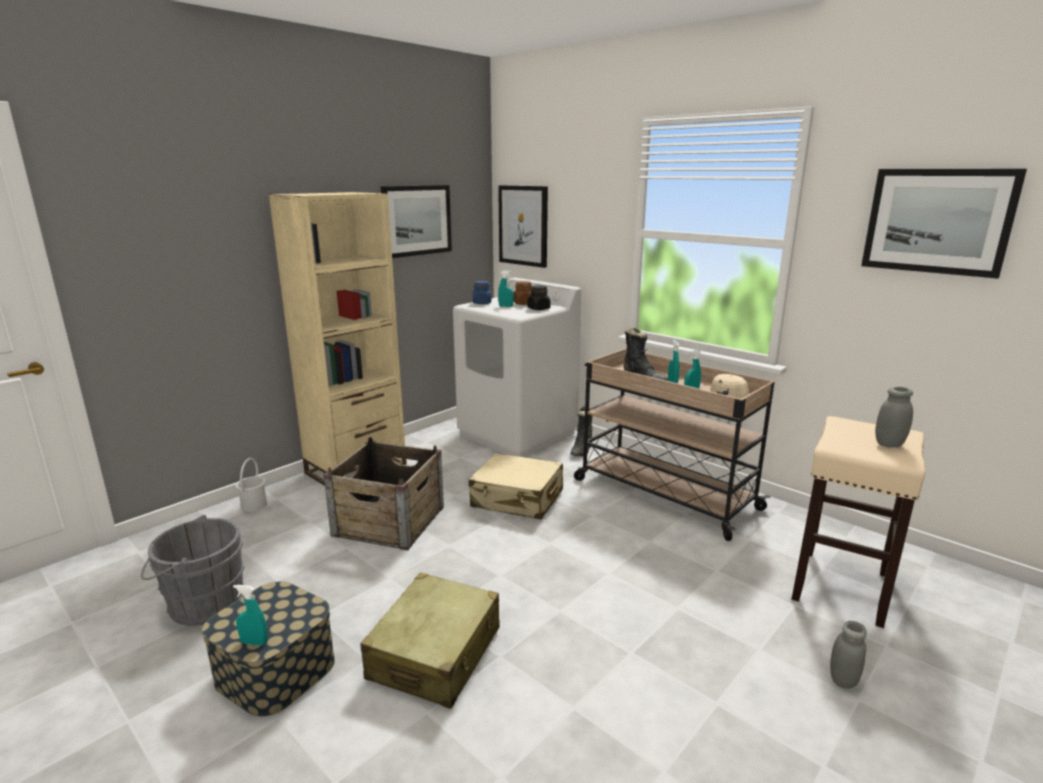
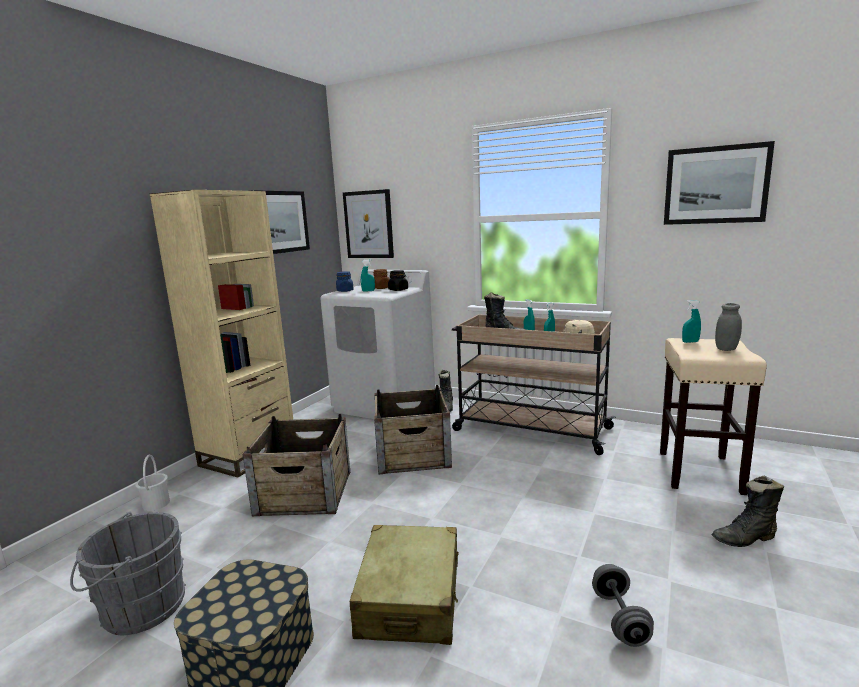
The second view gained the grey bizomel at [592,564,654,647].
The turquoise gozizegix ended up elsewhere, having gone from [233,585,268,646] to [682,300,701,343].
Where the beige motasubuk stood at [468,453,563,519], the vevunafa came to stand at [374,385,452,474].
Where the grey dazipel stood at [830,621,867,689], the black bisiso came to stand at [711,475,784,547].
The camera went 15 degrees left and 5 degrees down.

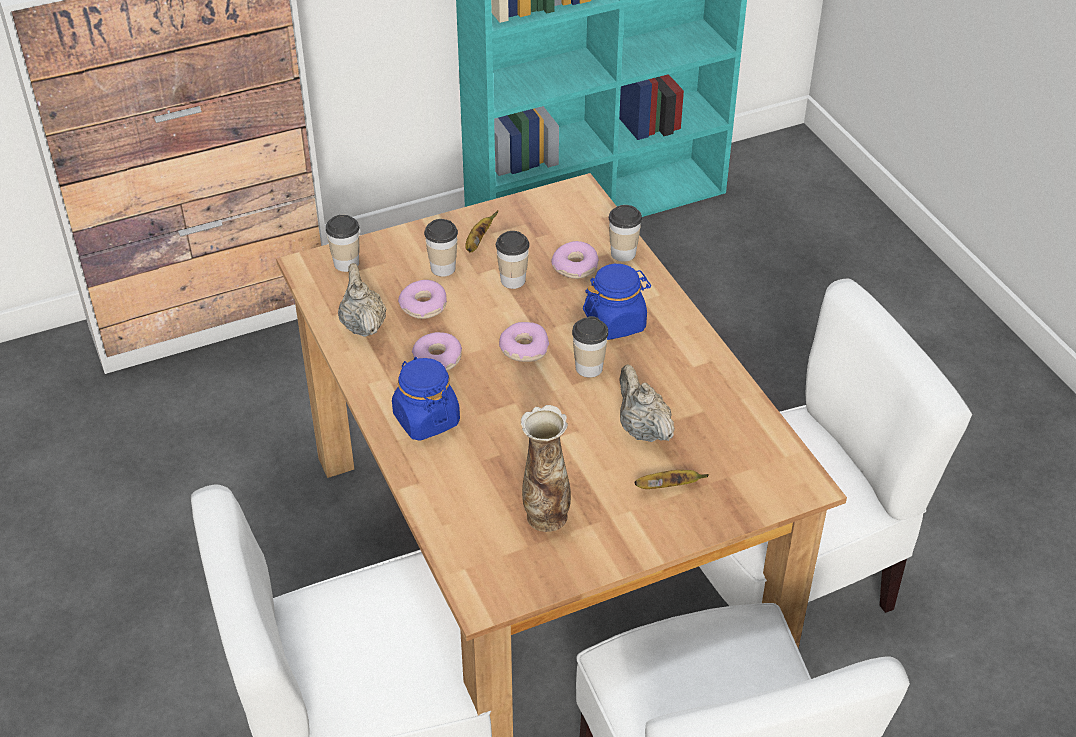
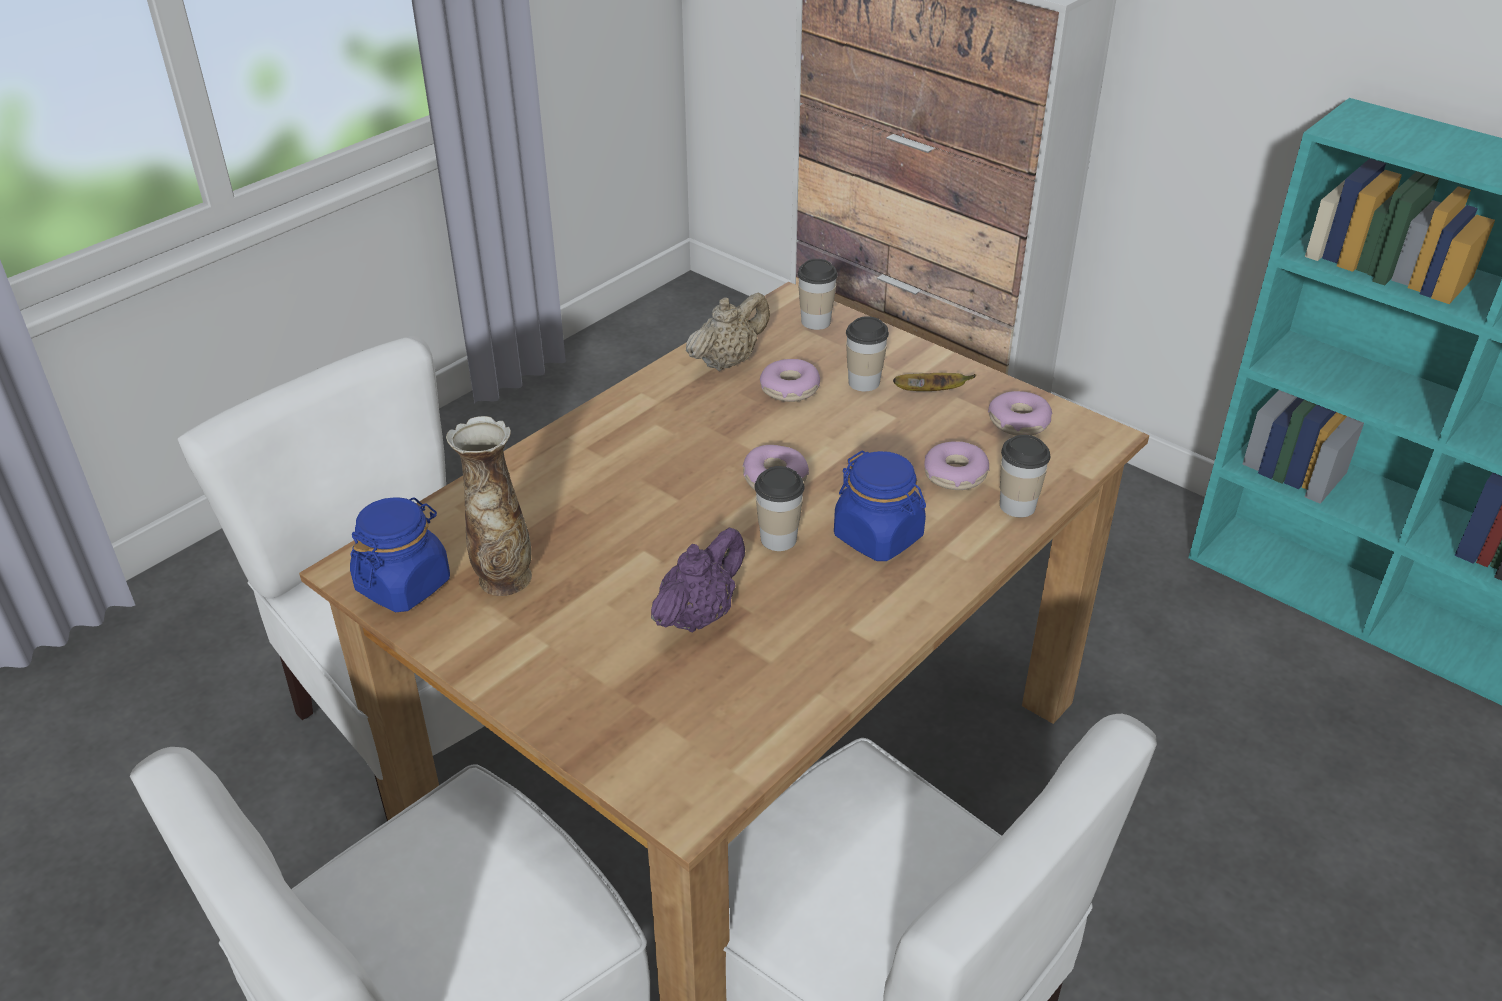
The second view lost the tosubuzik at [496,231,530,289].
The second view lost the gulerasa at [634,470,709,489].
The blue dazipel ended up elsewhere, having gone from [392,357,460,441] to [350,497,450,612].
The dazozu ended up elsewhere, having gone from [412,332,462,371] to [988,391,1052,436].
What was the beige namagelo at [620,365,675,442] turned into the purple namagelo at [651,527,745,632].
The camera went 65 degrees right and 5 degrees down.

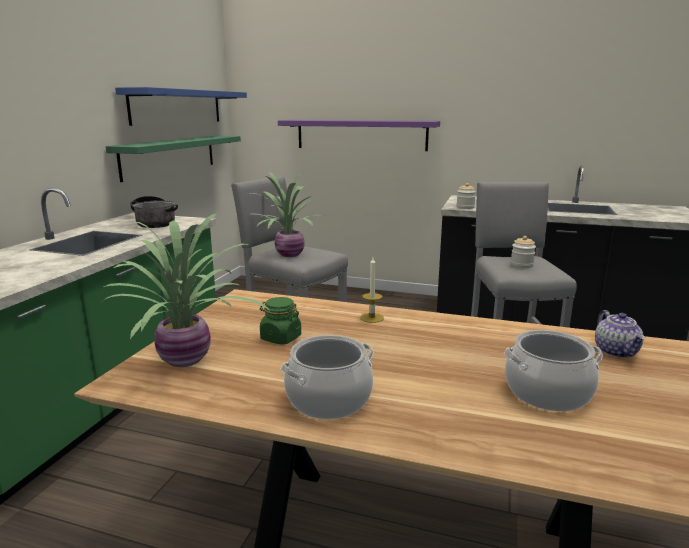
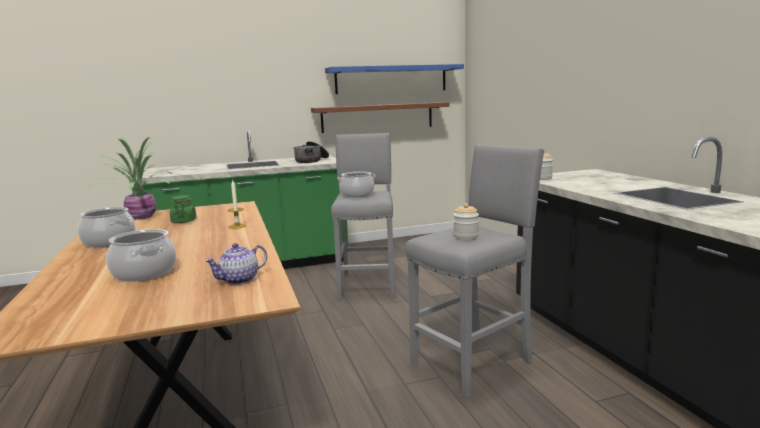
The second view lost the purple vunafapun at [278,120,440,151].
Where the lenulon stood at [249,172,327,257], the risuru came to stand at [337,172,376,197].
What was the green vunafapun at [106,136,241,182] turned into the brown vunafapun at [311,102,449,133].
The camera went 55 degrees right and 5 degrees down.

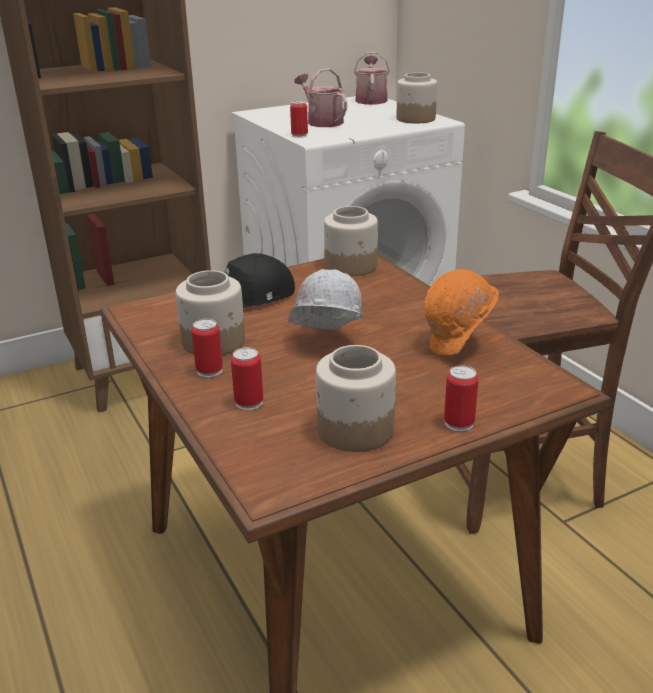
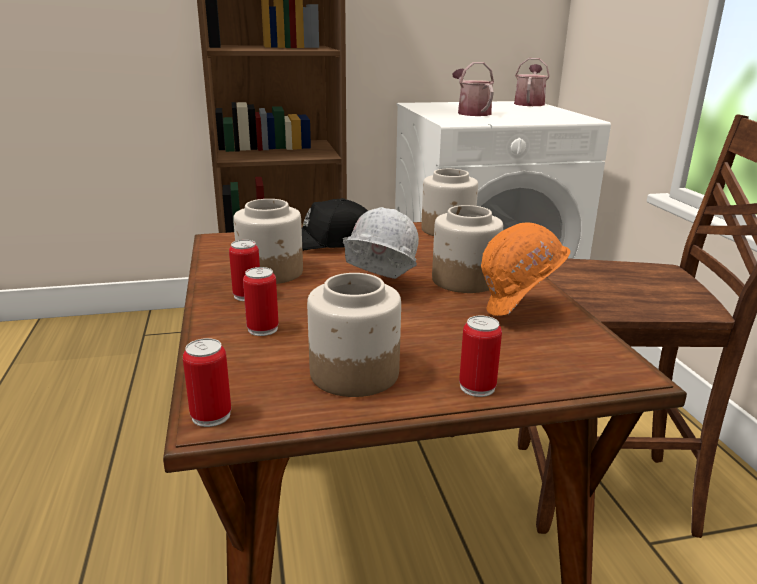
The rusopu ended up elsewhere, having gone from [290,101,308,138] to [183,338,231,427].
The dazipel ended up elsewhere, having gone from [396,73,437,123] to [432,205,503,293].
The camera went 15 degrees right and 5 degrees down.

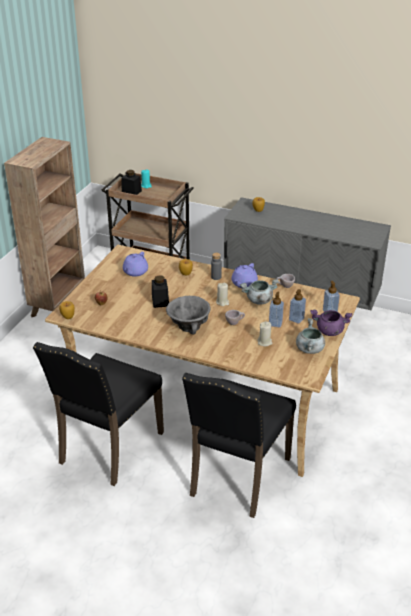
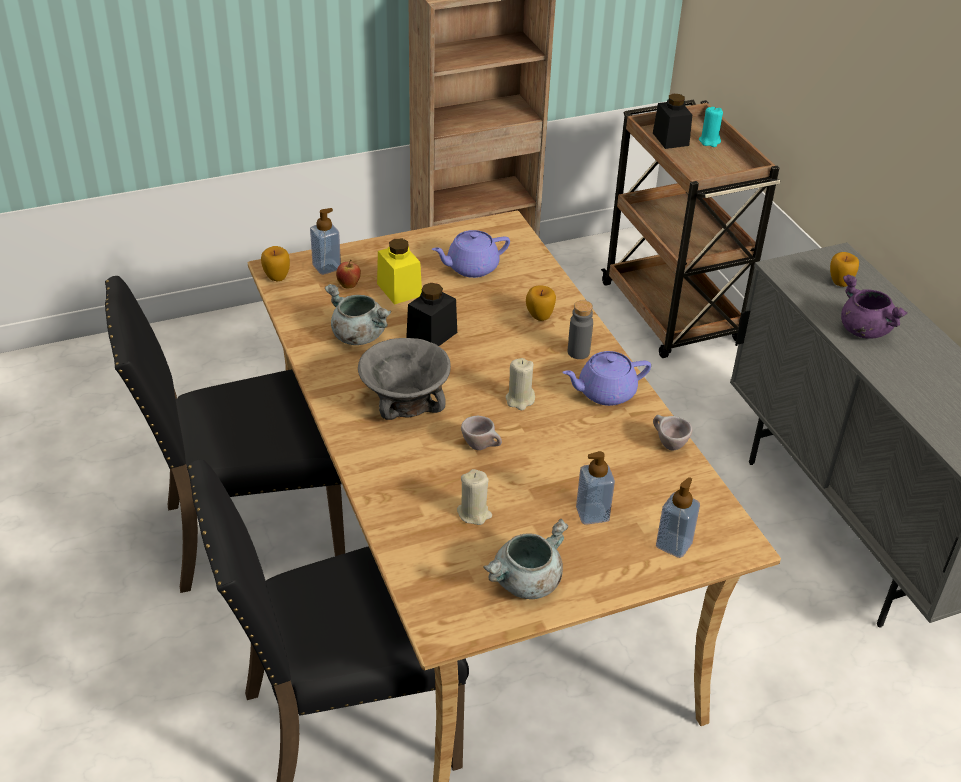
The second view gained the yellow dazipel at [377,239,422,305].
The grey risuru ended up elsewhere, having gone from [240,279,279,305] to [325,284,391,345].
The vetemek ended up elsewhere, having gone from [269,292,284,327] to [310,208,341,275].
The purple risuru ended up elsewhere, having gone from [310,310,352,336] to [841,275,908,339].
The camera went 45 degrees right and 5 degrees up.

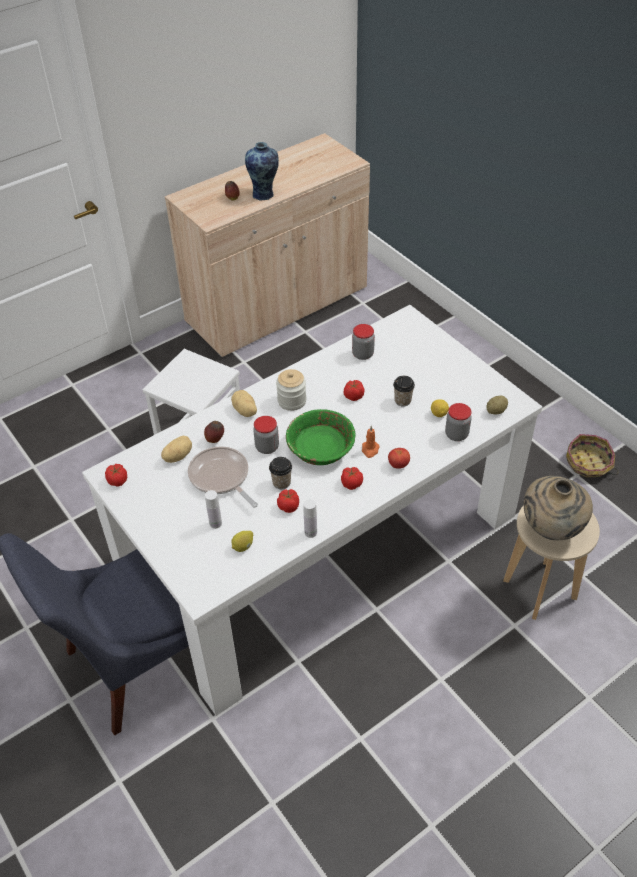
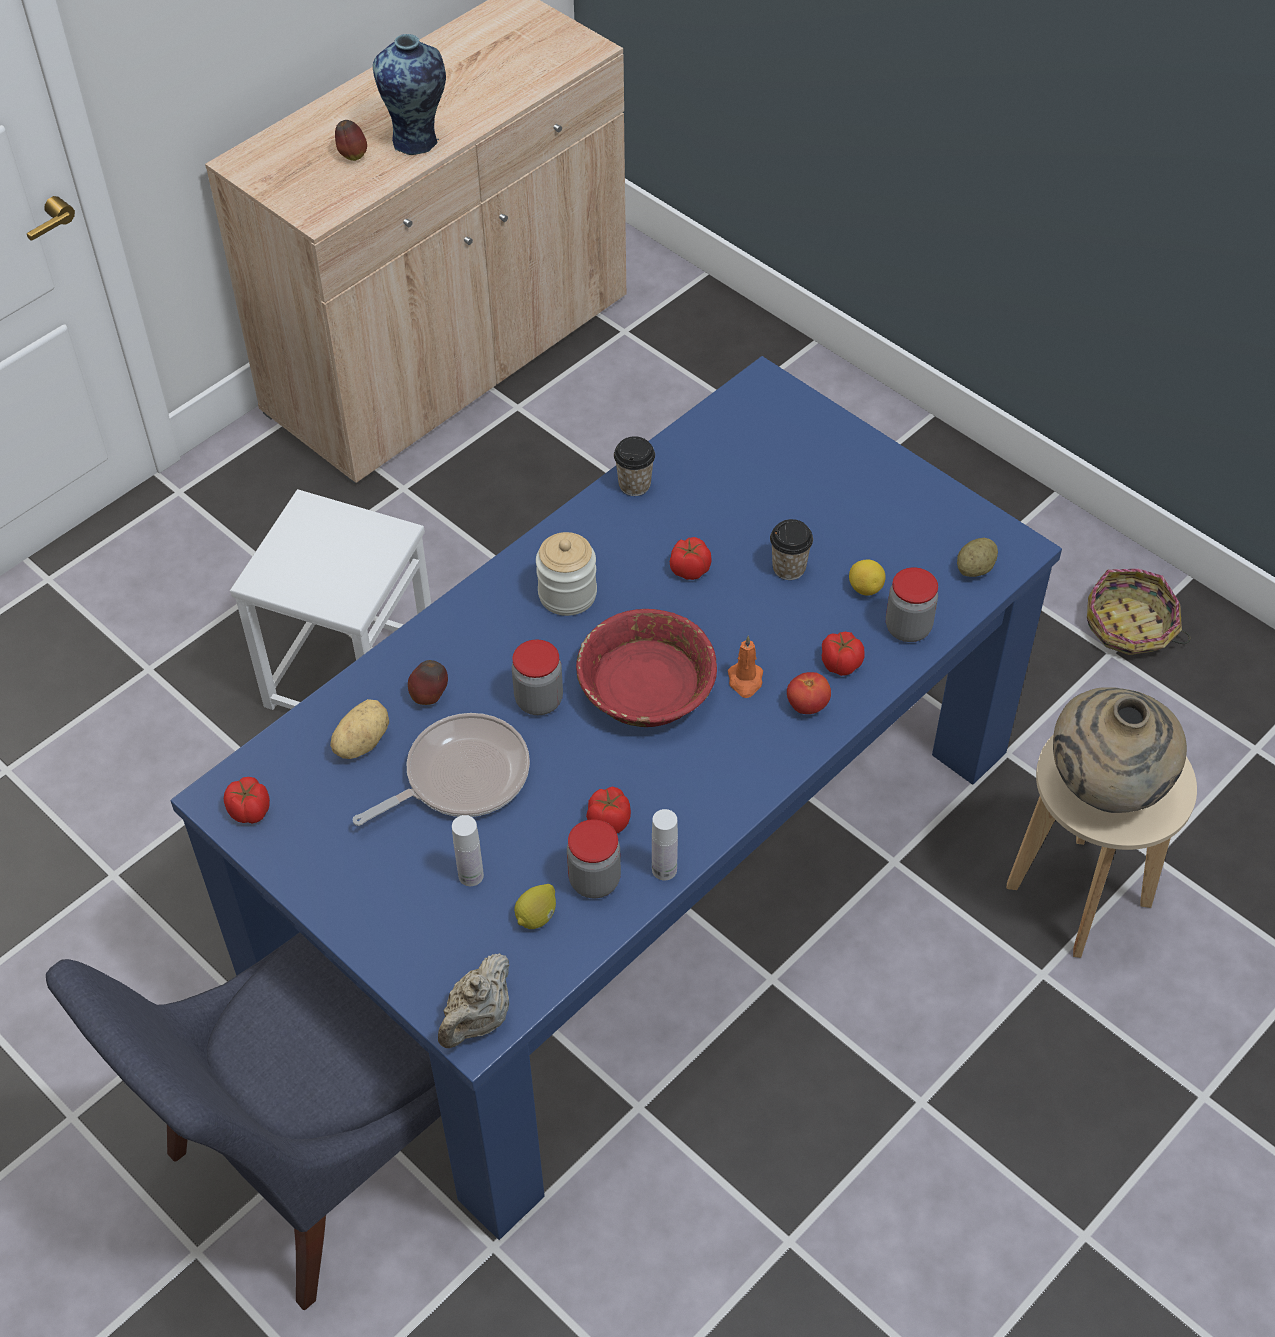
The second view lost the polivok at [231,390,257,417].
The second view gained the beige namagelo at [438,953,509,1048].
The tosubuzik ended up elsewhere, having gone from [269,457,292,489] to [614,436,655,496].
The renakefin ended up elsewhere, having gone from [341,467,363,490] to [822,632,865,676].
The dazipel ended up elsewhere, having gone from [352,324,375,360] to [567,819,621,898].
What was the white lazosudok at [82,305,542,716] turned into the blue lazosudok at [170,356,1062,1240].
What was the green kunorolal at [286,409,356,465] turned into the red kunorolal at [576,609,717,727].
The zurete at [188,446,258,508] ended up facing another way, 105 degrees clockwise from before.
The camera went 10 degrees left and 5 degrees up.

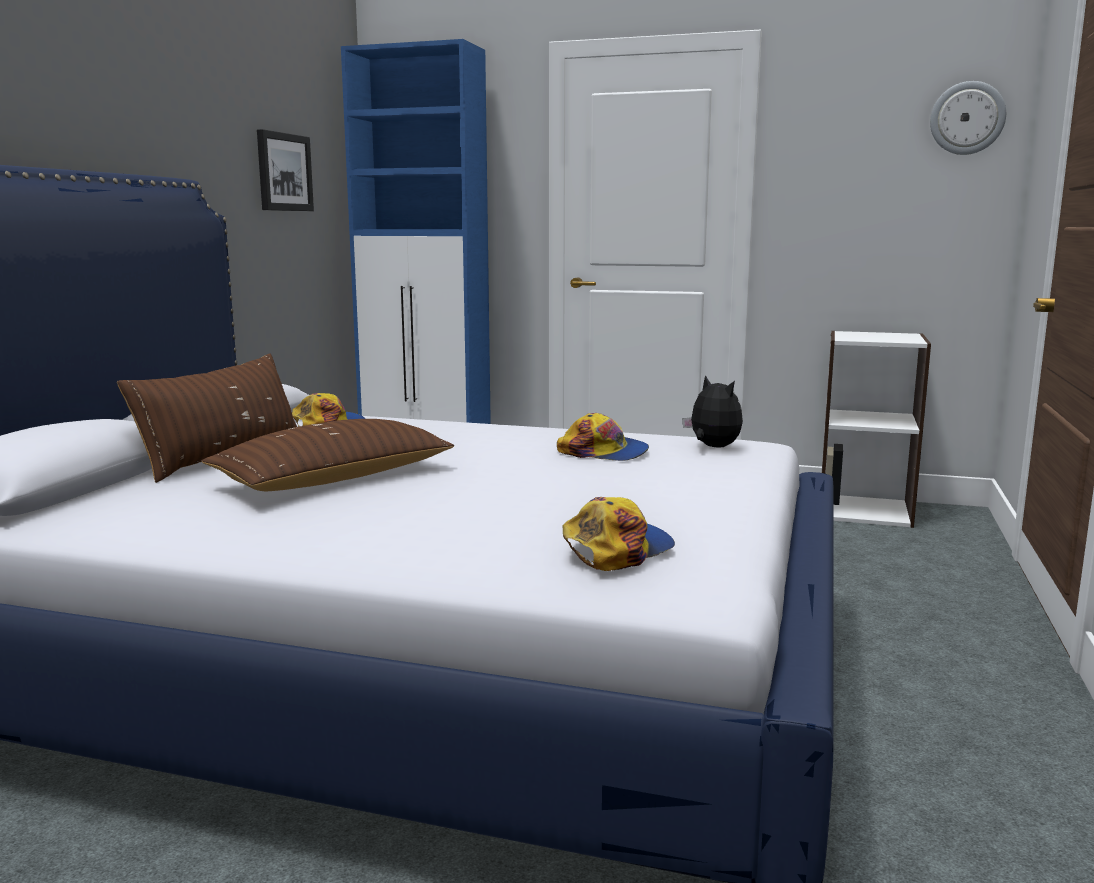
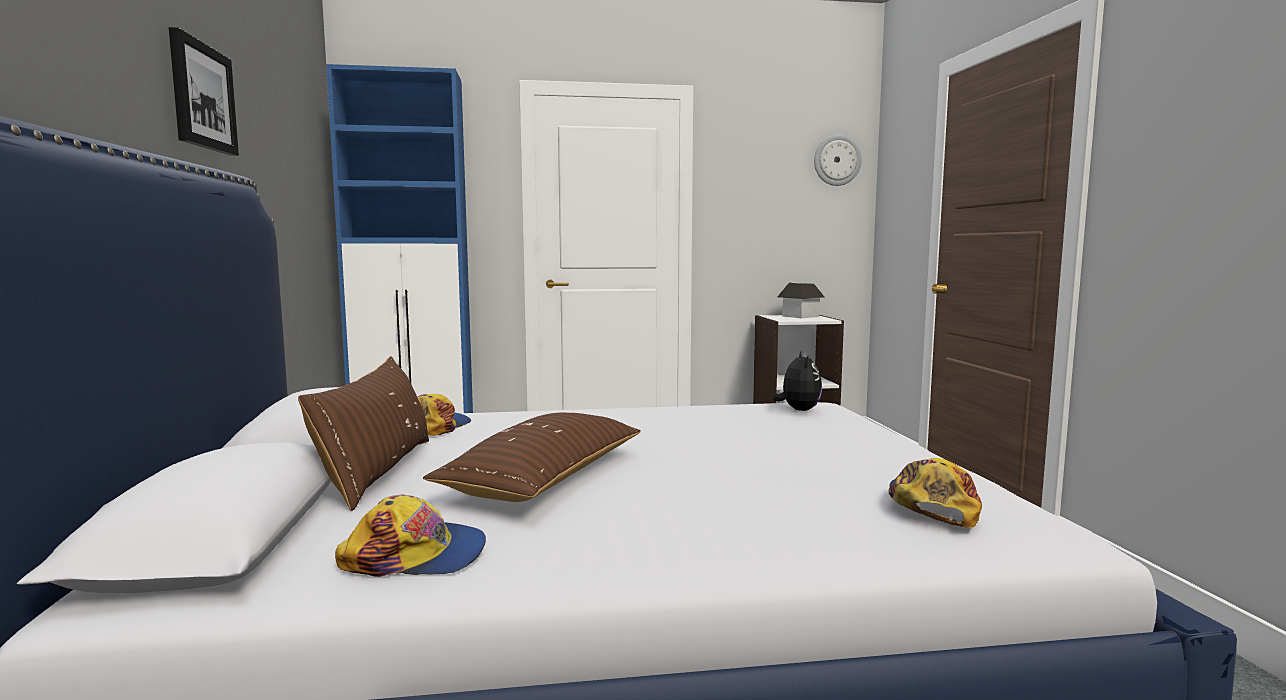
The second view gained the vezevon at [777,283,825,318].
The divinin ended up elsewhere, having gone from [257,129,314,211] to [169,27,239,156].
The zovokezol ended up elsewhere, having gone from [557,413,649,461] to [335,495,486,577].
The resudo at [682,375,743,447] ended up facing another way, 60 degrees clockwise from before.
The camera went 25 degrees left and 5 degrees down.

